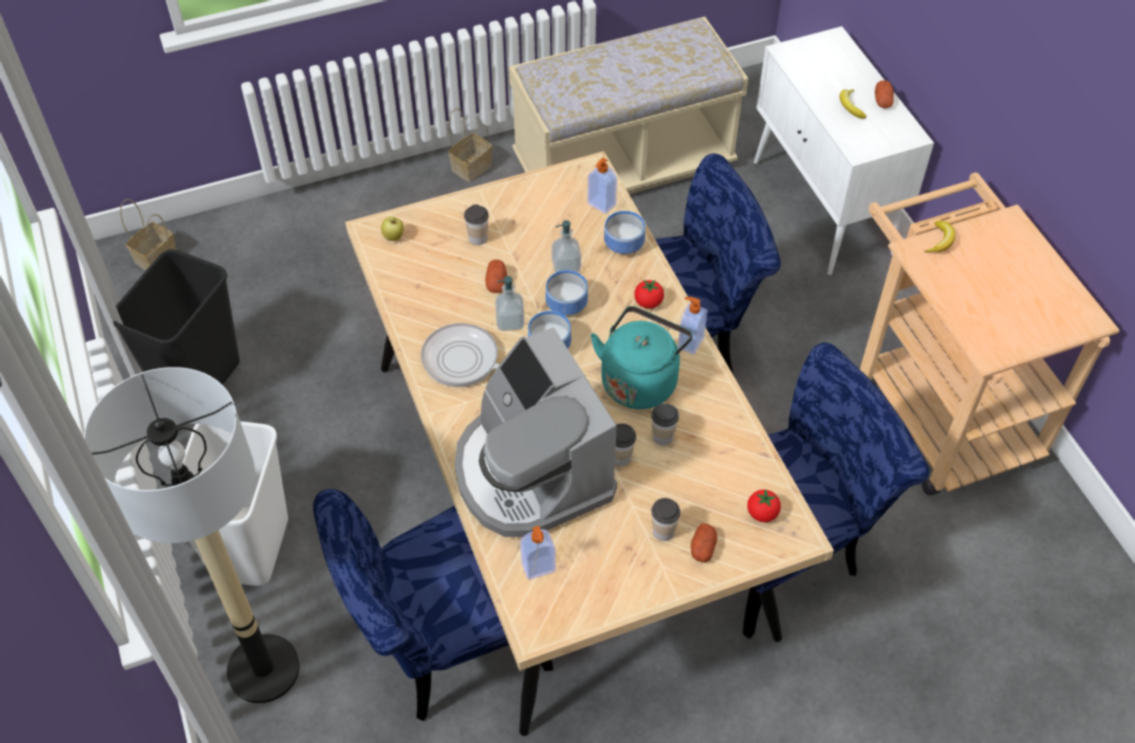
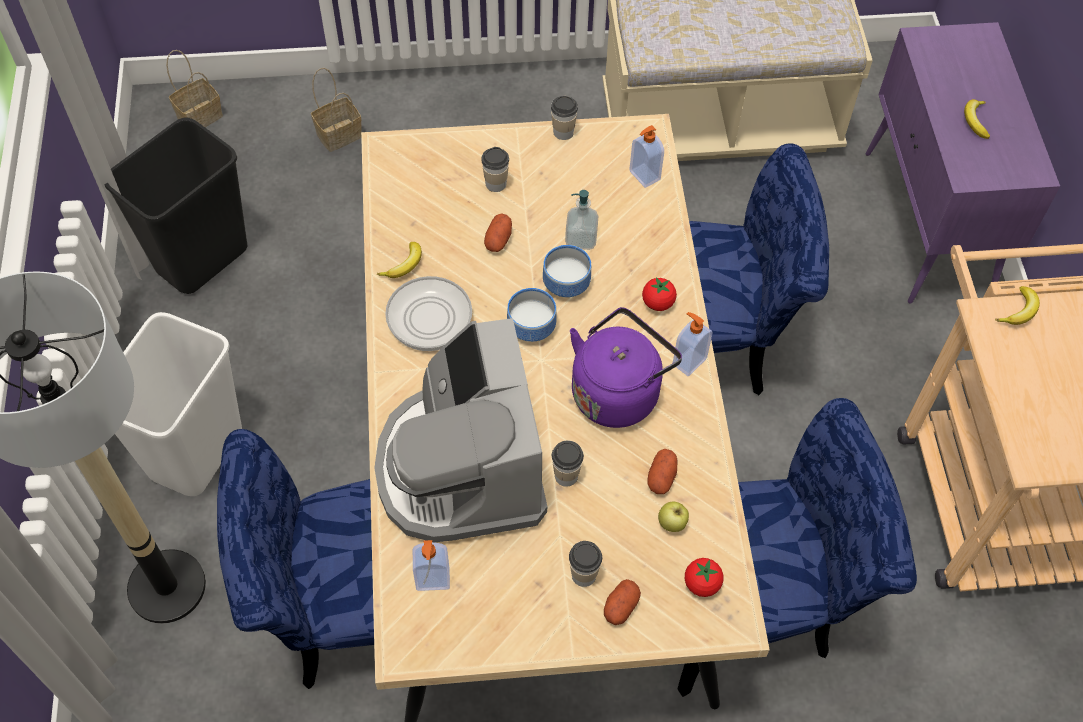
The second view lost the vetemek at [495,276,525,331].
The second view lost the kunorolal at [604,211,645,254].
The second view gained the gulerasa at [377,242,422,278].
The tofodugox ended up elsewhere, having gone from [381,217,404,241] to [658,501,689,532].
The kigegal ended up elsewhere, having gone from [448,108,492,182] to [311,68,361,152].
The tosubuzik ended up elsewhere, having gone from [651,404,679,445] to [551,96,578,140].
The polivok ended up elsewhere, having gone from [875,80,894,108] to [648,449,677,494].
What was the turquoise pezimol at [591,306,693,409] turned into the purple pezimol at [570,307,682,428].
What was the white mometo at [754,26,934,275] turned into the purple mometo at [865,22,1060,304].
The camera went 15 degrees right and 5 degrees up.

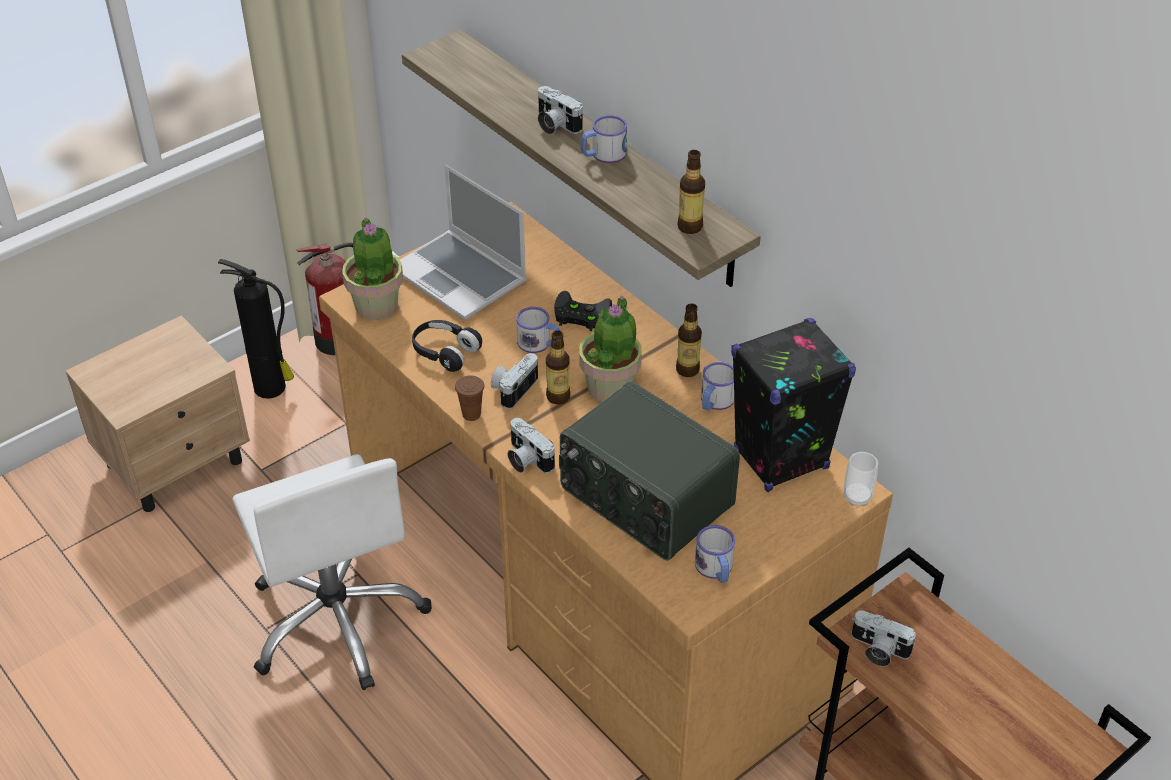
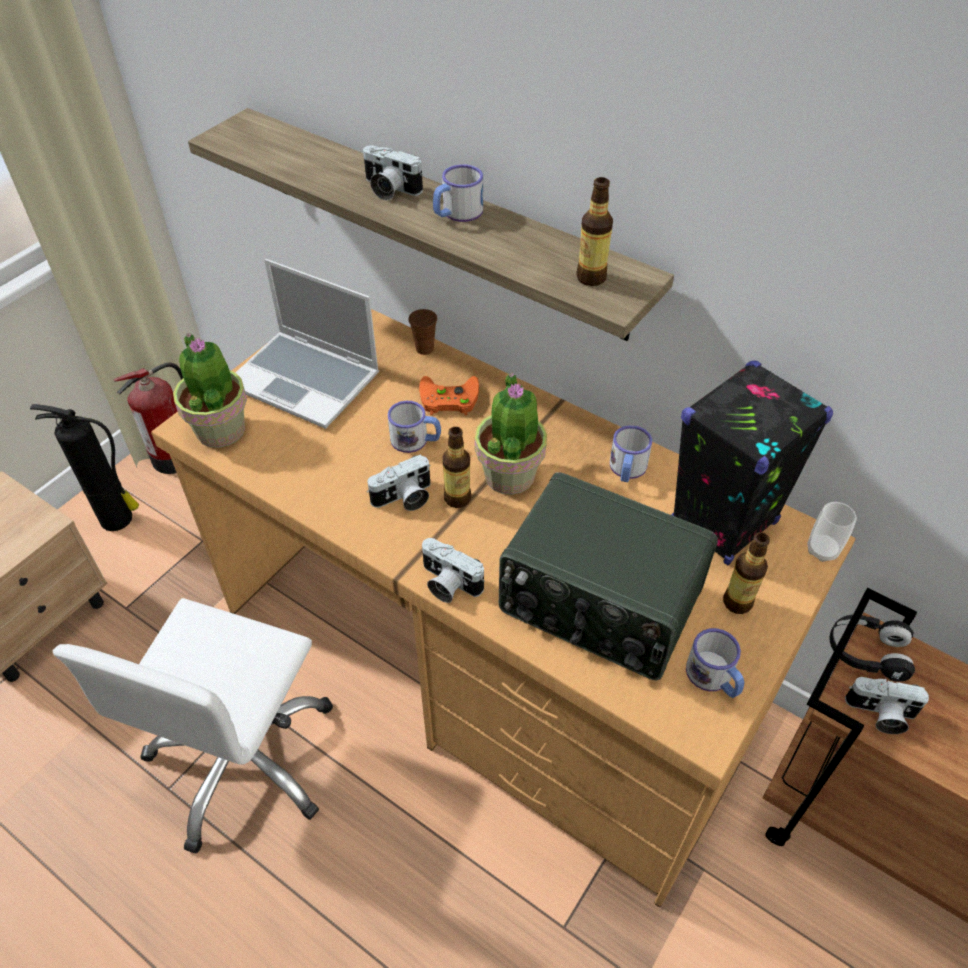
The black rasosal ended up elsewhere, having gone from [412,320,482,372] to [830,615,915,682].
The brown tosubuzik ended up elsewhere, having gone from [455,375,484,421] to [408,309,437,355].
The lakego ended up elsewhere, having gone from [676,304,702,377] to [723,532,770,614].
What was the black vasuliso at [554,291,612,331] turned into the orange vasuliso at [419,376,479,415].
The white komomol at [232,454,432,690] ended up facing another way, 60 degrees clockwise from before.
The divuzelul at [491,353,538,409] ended up facing another way, 135 degrees counterclockwise from before.
The camera went 15 degrees left and 5 degrees up.

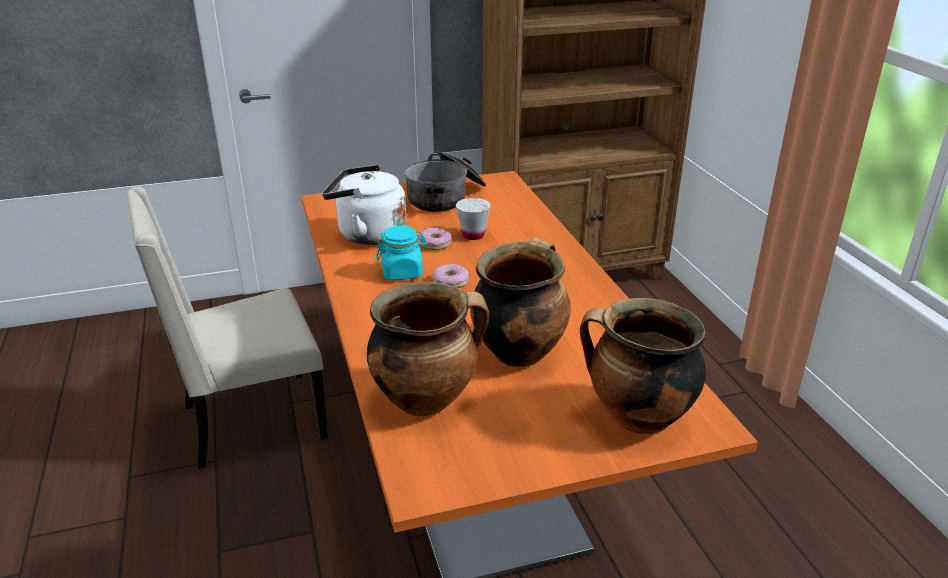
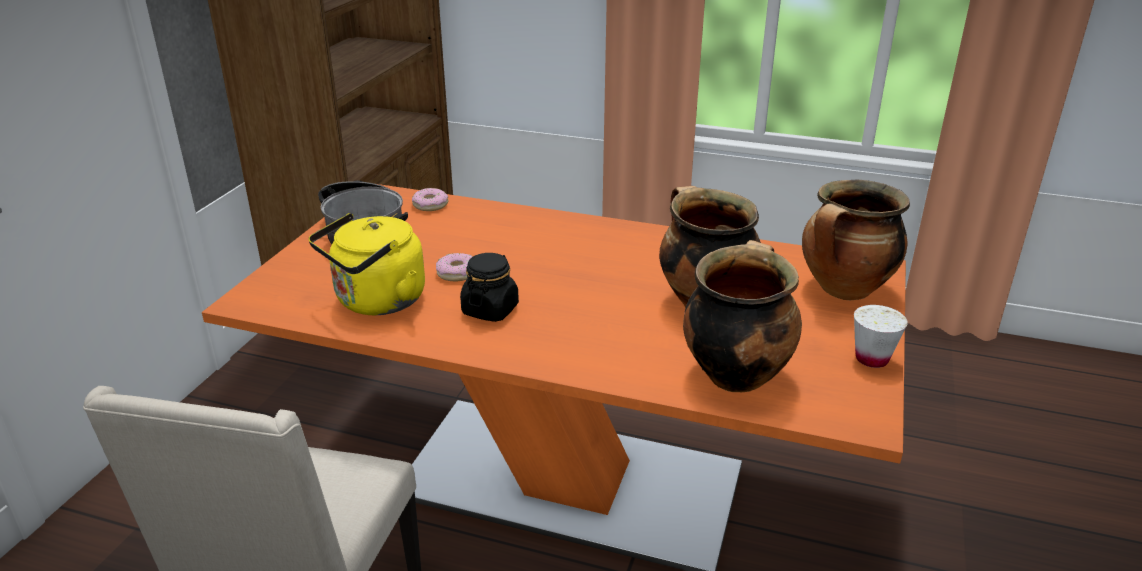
The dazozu ended up elsewhere, having gone from [433,264,469,288] to [412,188,448,211].
The white tosubuzik ended up elsewhere, having gone from [456,198,491,240] to [854,305,908,368].
What was the white pezimol at [322,165,406,245] turned into the yellow pezimol at [309,213,425,315].
What was the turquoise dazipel at [376,225,427,280] turned into the black dazipel at [460,253,519,322].
The camera went 55 degrees left and 0 degrees up.

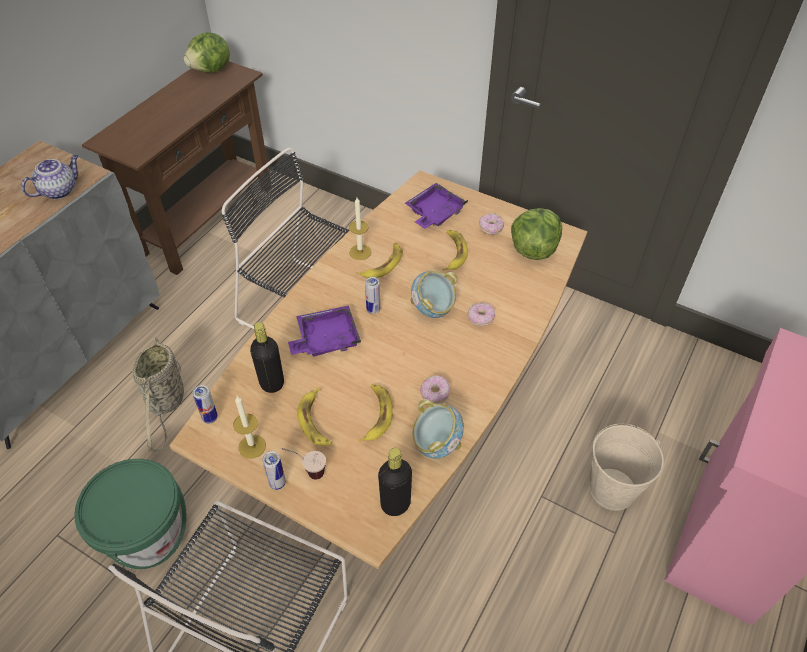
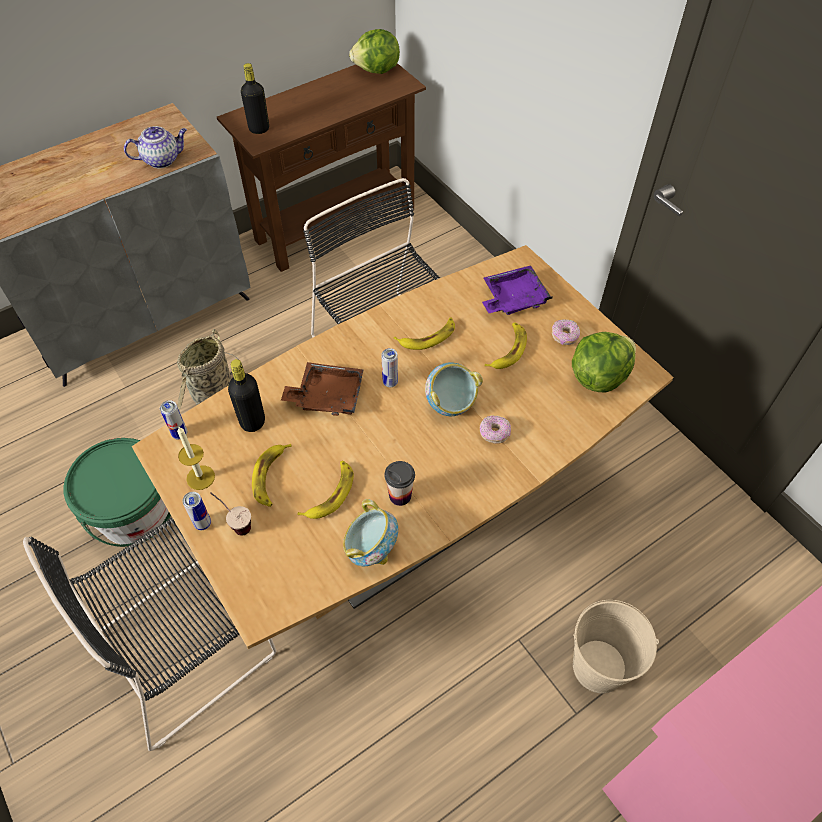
The second view lost the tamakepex at [349,198,371,260].
The black lakego ended up elsewhere, having gone from [378,448,412,516] to [241,63,269,134].
Where the dazozu stood at [420,375,450,404], the tosubuzik came to stand at [384,461,415,506].
What was the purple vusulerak at [288,306,361,357] turned into the brown vusulerak at [281,362,364,416].
The camera went 25 degrees right and 5 degrees up.

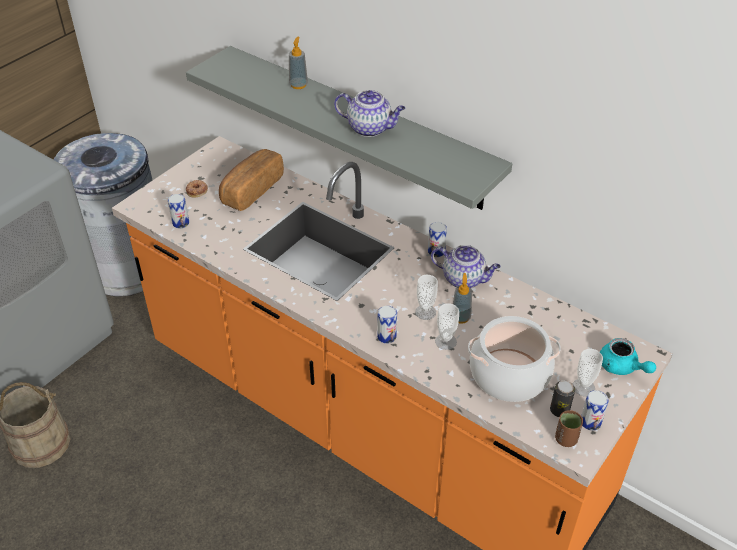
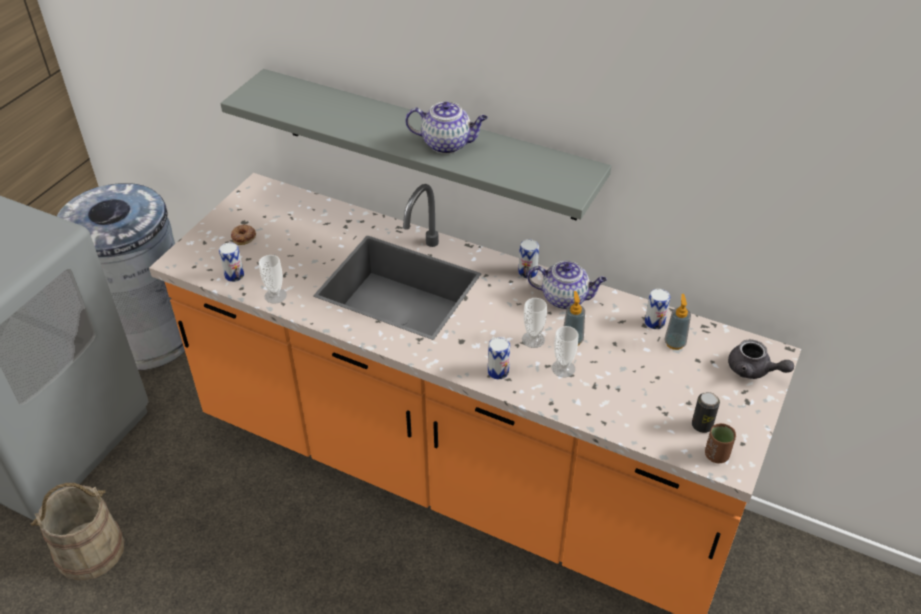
The second view lost the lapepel at [219,149,284,211].
The second view lost the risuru at [468,316,561,402].
The vetemek ended up elsewhere, having gone from [289,37,308,89] to [665,294,691,350].
The tosubuzik ended up elsewhere, having gone from [573,349,603,397] to [258,255,287,304].
The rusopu ended up elsewhere, having gone from [581,390,609,431] to [645,289,670,329].
What was the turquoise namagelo at [600,338,656,375] turned into the grey namagelo at [728,339,794,379].
The camera went 10 degrees left and 0 degrees up.

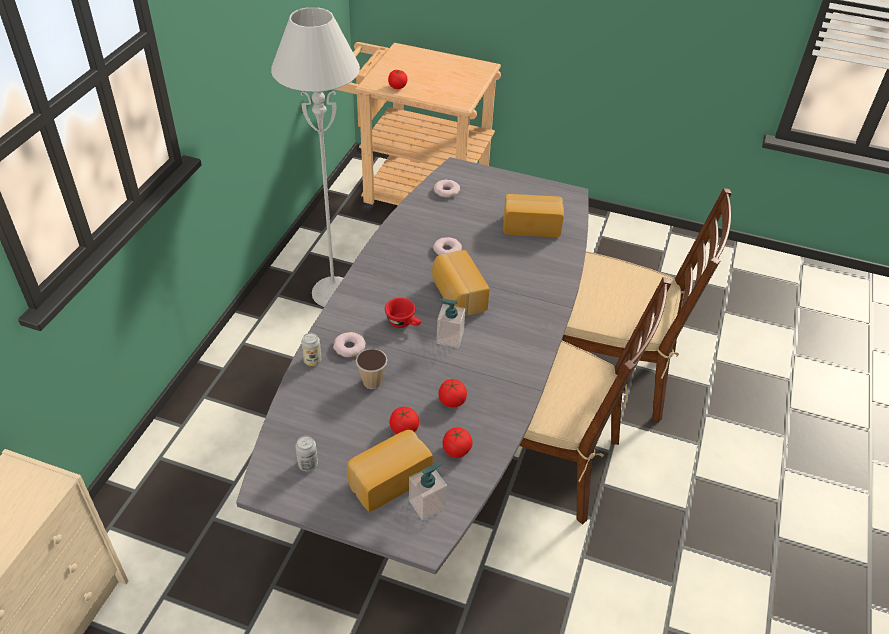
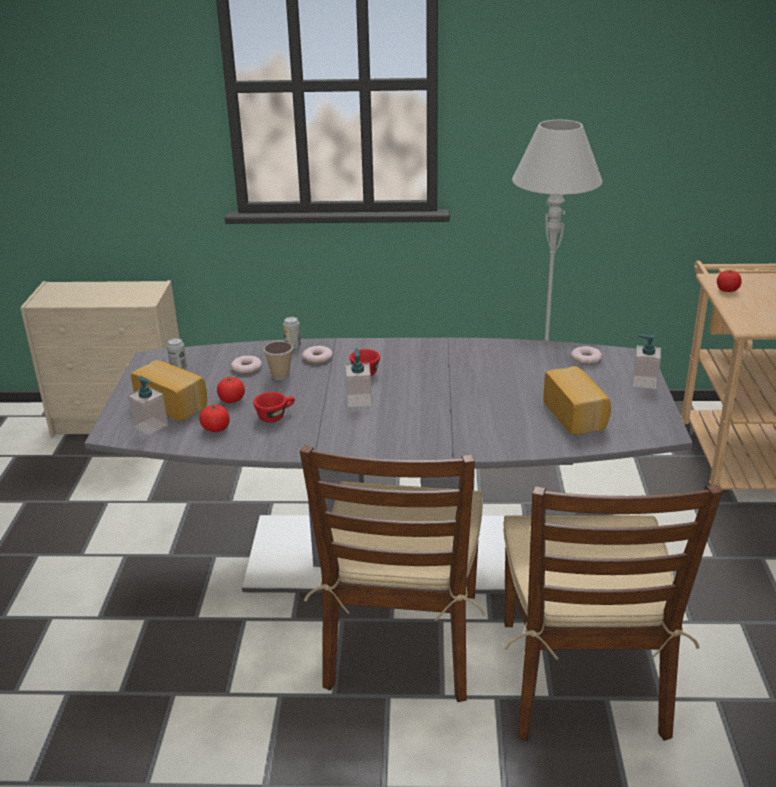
The second view lost the lapepel at [432,250,489,316].
The second view gained the vetemek at [633,334,661,389].
The dazozu ended up elsewhere, having gone from [433,237,462,255] to [231,356,262,374].
Where the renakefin stood at [438,379,467,407], the red tosubuzik came to stand at [253,392,295,423].
The camera went 75 degrees right and 15 degrees down.

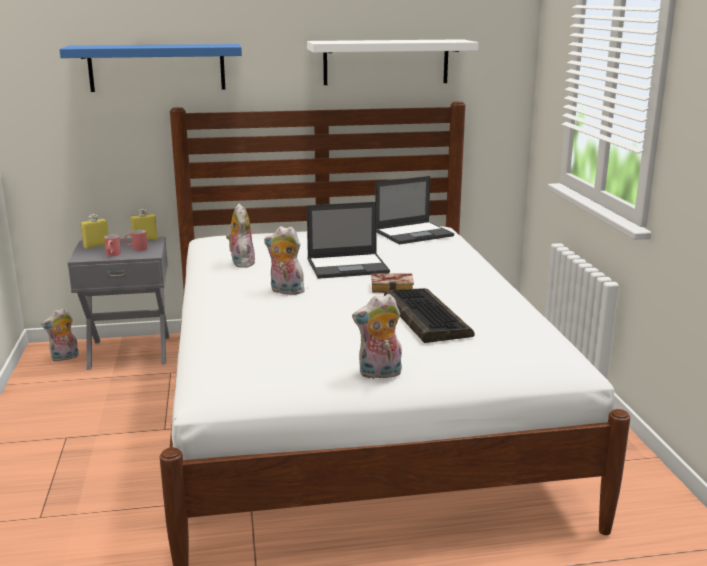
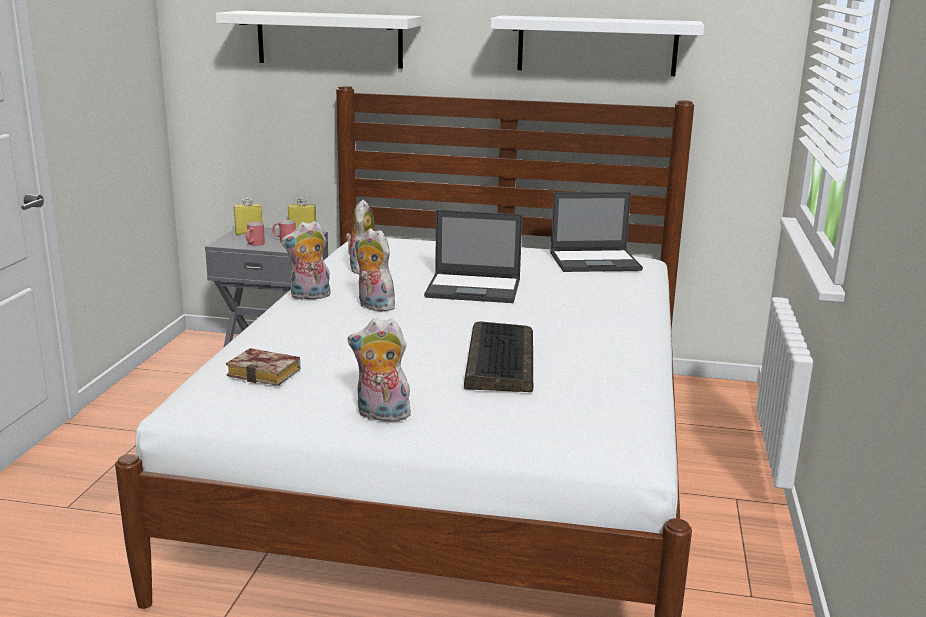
The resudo ended up elsewhere, having gone from [41,307,79,362] to [281,221,332,300].
The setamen ended up elsewhere, having gone from [371,273,414,293] to [226,348,301,386].
What was the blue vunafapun at [59,44,242,92] turned into the white vunafapun at [216,11,421,69].
The camera went 20 degrees right and 0 degrees up.

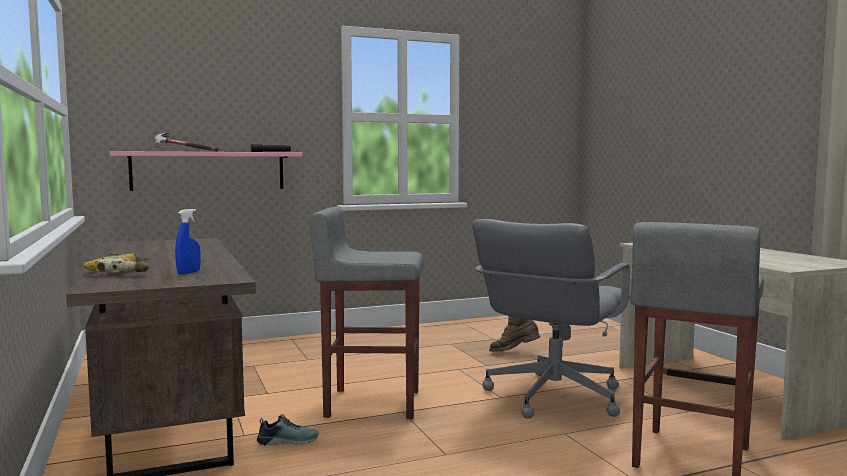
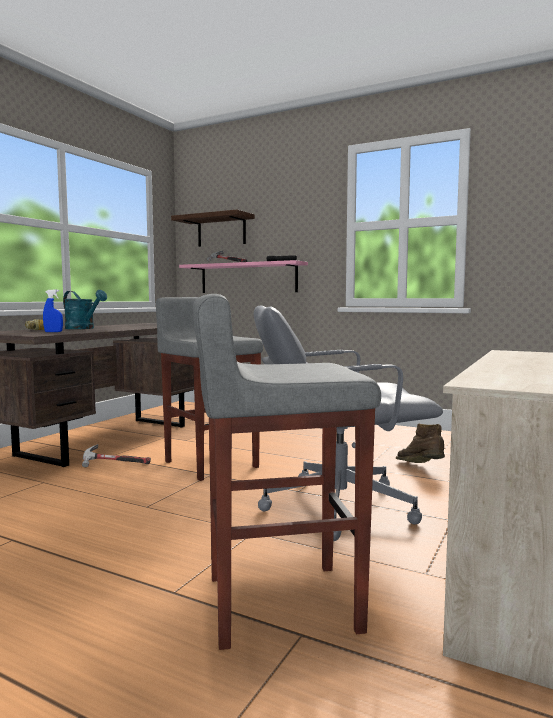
The second view gained the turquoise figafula at [63,290,107,329].
The second view gained the vunafapun at [171,209,255,247].
Where the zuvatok stood at [257,414,319,445], the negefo came to stand at [82,444,151,467].
The camera went 50 degrees right and 0 degrees up.

